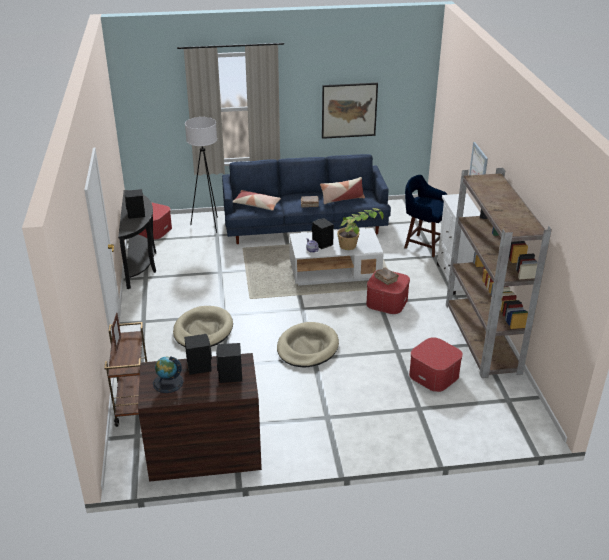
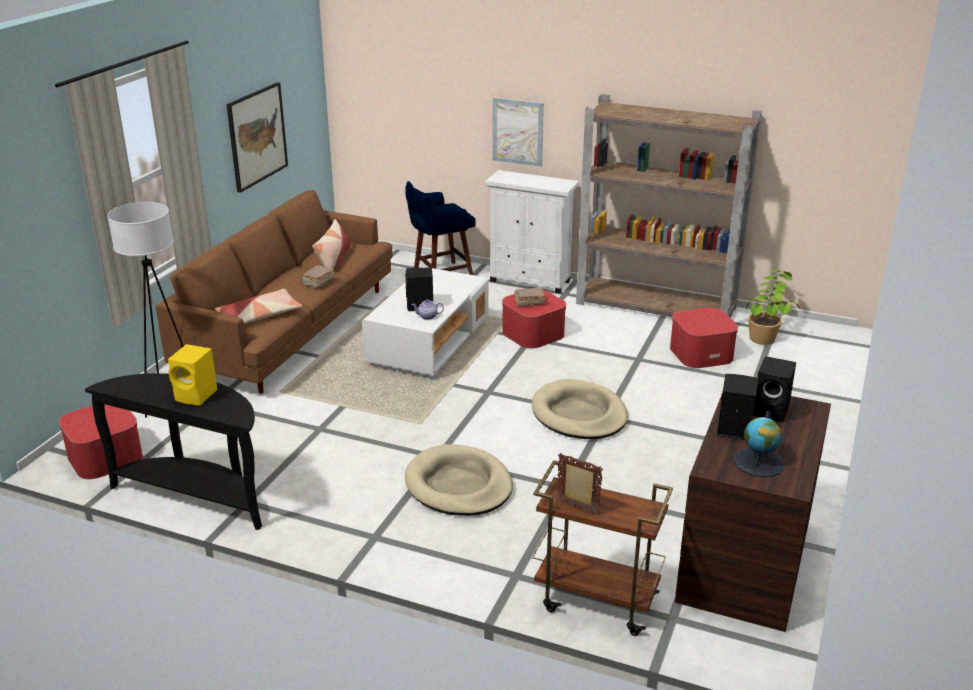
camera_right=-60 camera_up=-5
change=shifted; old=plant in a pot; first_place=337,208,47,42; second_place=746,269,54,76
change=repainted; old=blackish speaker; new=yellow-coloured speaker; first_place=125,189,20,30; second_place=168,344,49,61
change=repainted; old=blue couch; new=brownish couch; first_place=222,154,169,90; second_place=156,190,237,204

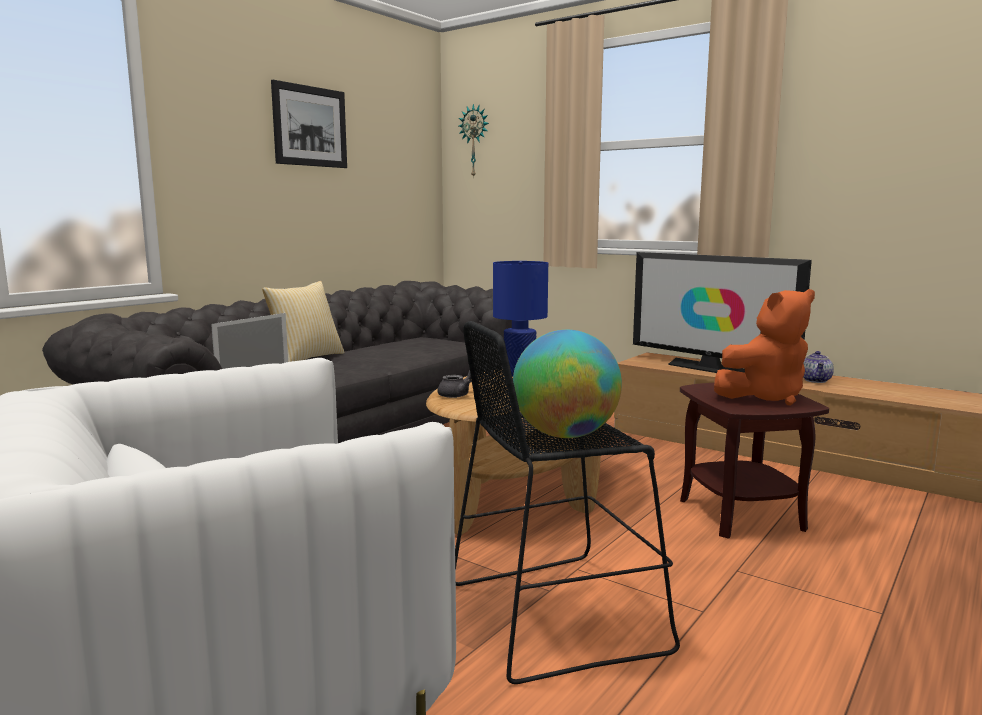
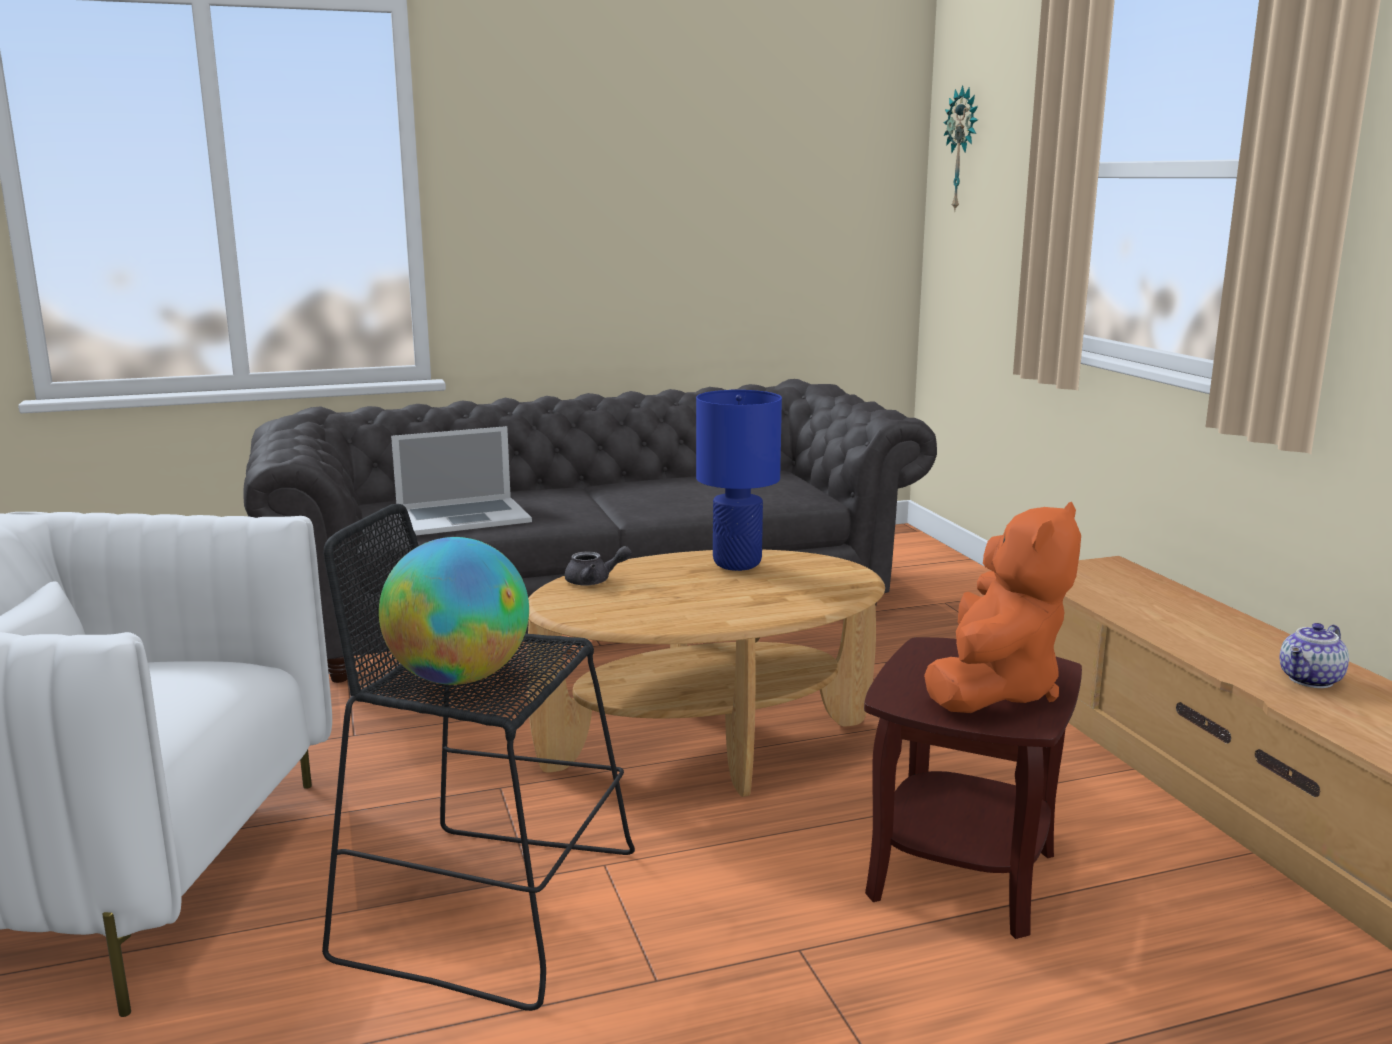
camera_right=35 camera_up=5
change=gone; old=throw pillow; first_place=262,281,83,81
change=gone; old=picture; first_place=271,80,76,88
change=gone; old=TV; first_place=633,252,179,121
change=rotated; old=orangey plush toy; first_place=714,289,101,117; second_place=924,502,157,211; degrees=-75

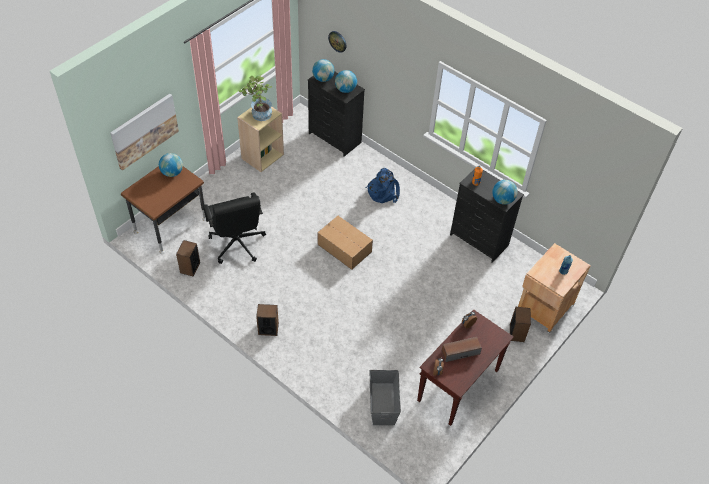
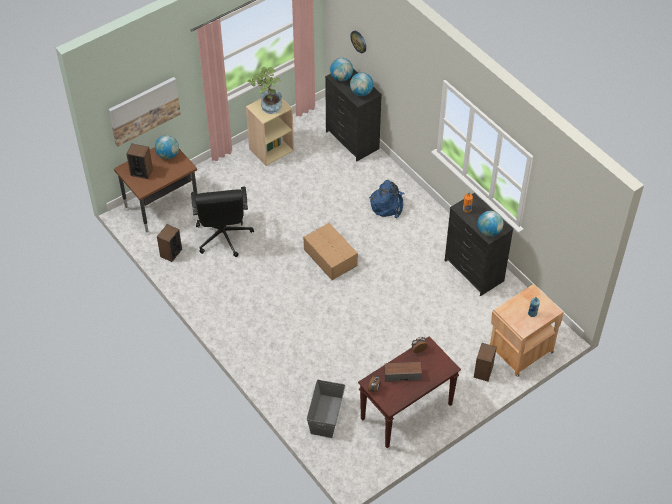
camera_right=15 camera_up=0
change=shifted; old=speaker; first_place=256,304,23,32; second_place=126,143,27,36

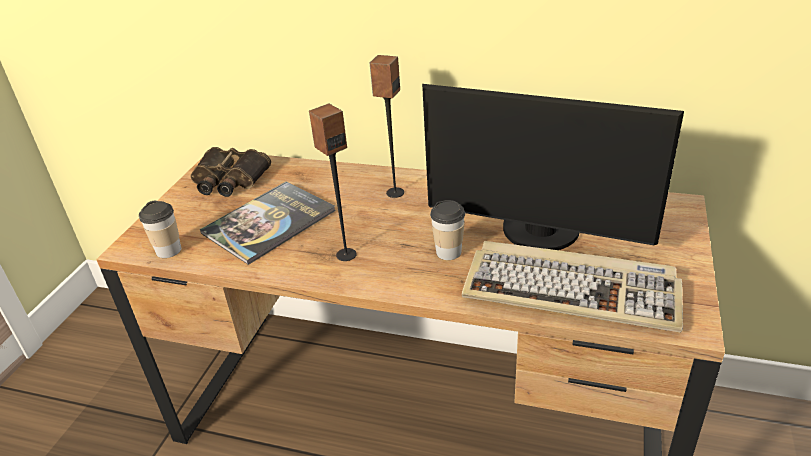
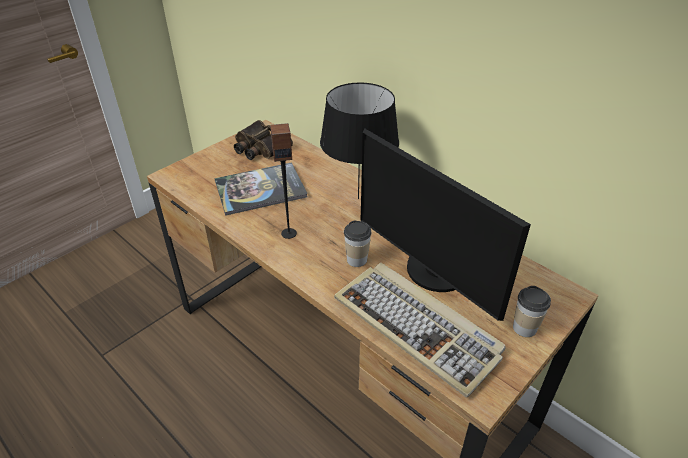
camera_right=25 camera_up=5
change=shifted; old=drinking cup; first_place=139,201,42,57; second_place=513,286,38,51
change=swapped; old=speaker; new=blackish tabletop lamp; first_place=370,55,34,143; second_place=320,83,79,116

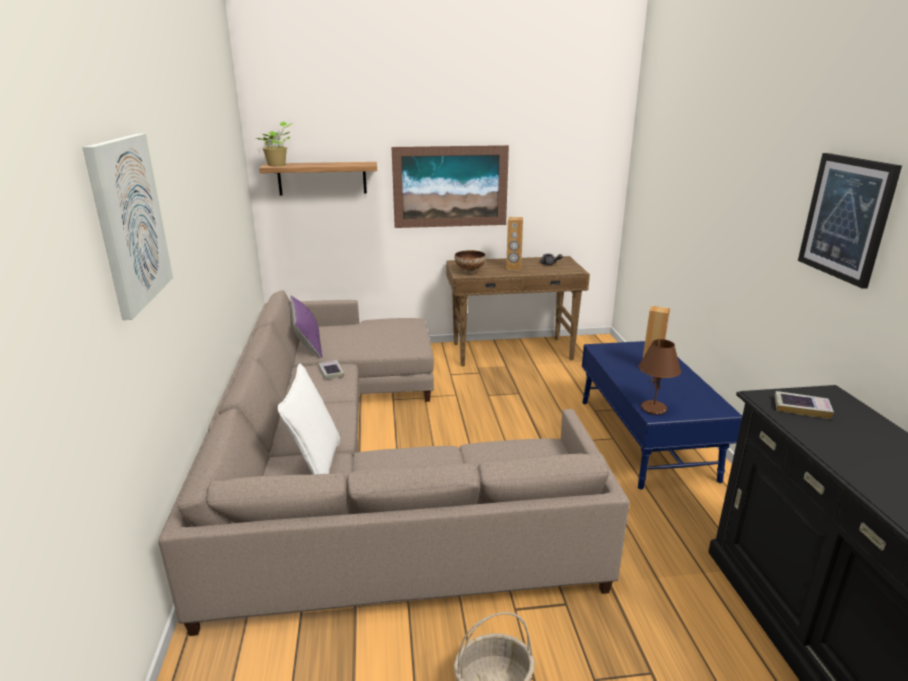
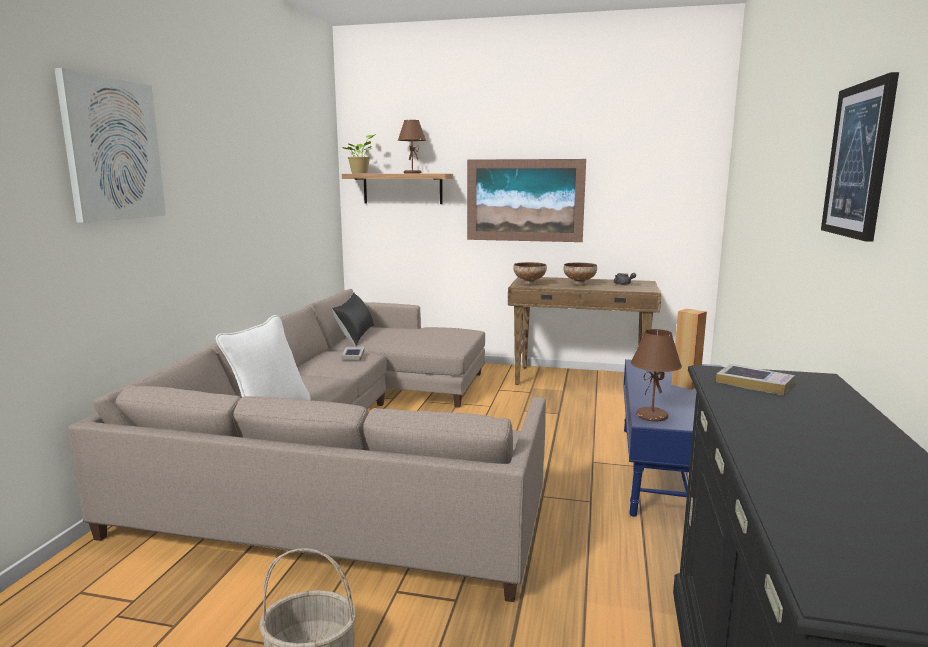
camera_right=20 camera_up=-10
change=new; new=brownish tabletop lamp; second_place=398,120,28,53
change=swapped; old=brownish speaker; new=deep dish; first_place=506,217,17,54; second_place=564,263,33,23
change=repainted; old=purple throw pillow; new=blackish throw pillow; first_place=290,296,32,62; second_place=332,292,42,54

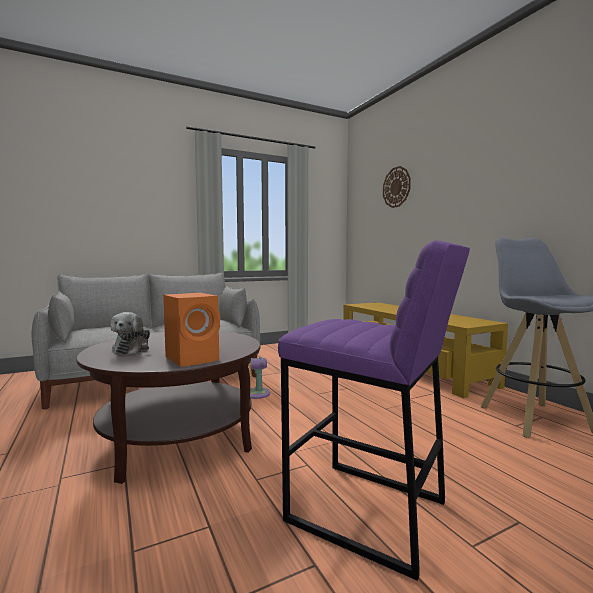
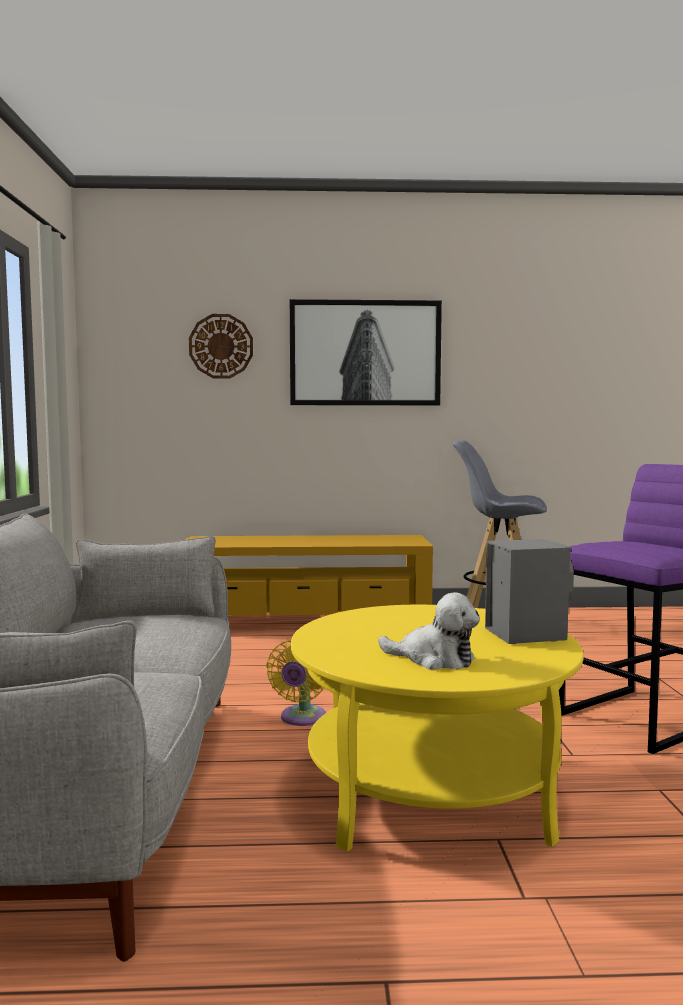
camera_right=-65 camera_up=0
change=new; new=picture; second_place=290,299,152,106
change=repainted; old=brownish lounge table; new=yellow-coloured lounge table; first_place=76,331,185,153; second_place=291,605,292,247
change=repainted; old=orangey speaker; new=greyish speaker; first_place=163,293,57,74; second_place=485,539,89,105

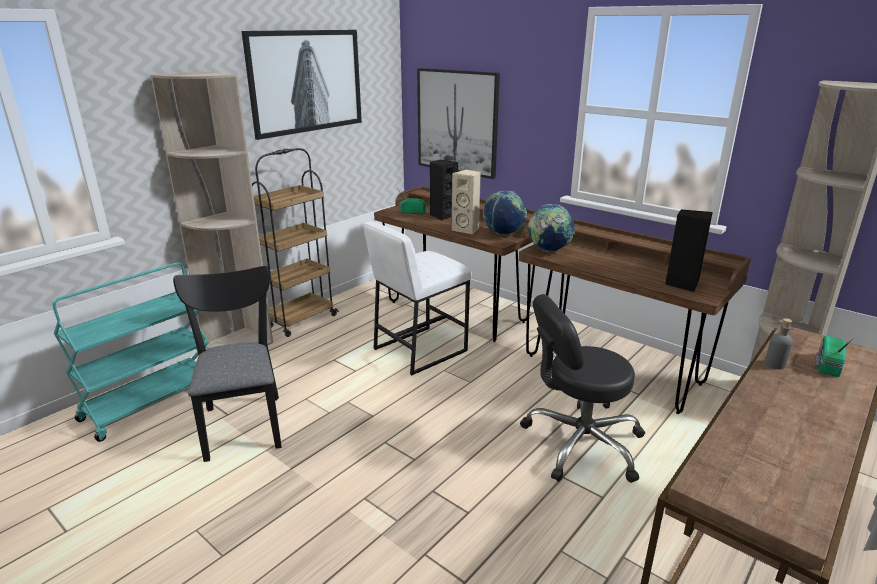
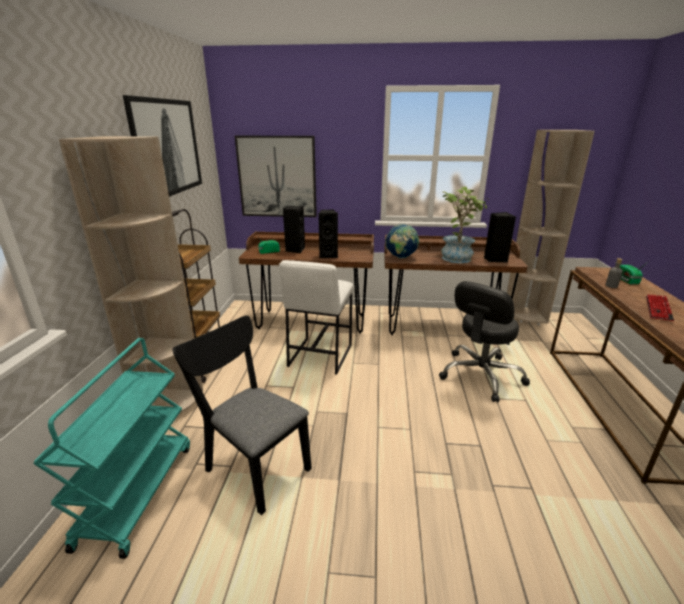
camera_right=-35 camera_up=0
change=gone; old=desk globe; first_place=483,191,44,44
change=new; new=plant in a pot; second_place=441,186,47,77
change=new; new=keyboard; second_place=646,294,28,27
change=repainted; old=beige-coloured speaker; new=blackish speaker; first_place=451,169,30,65; second_place=318,210,20,48

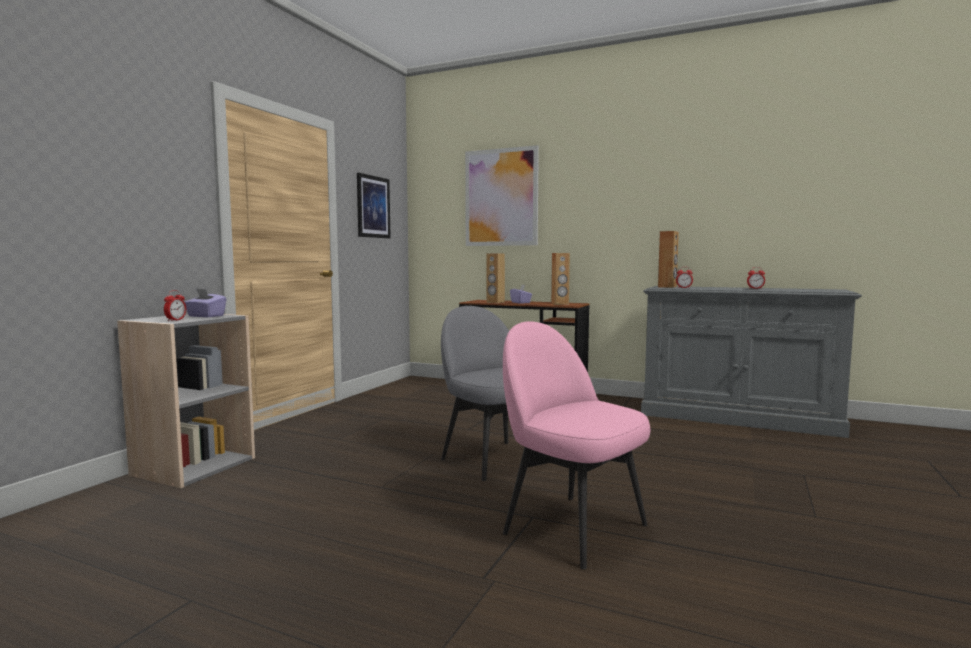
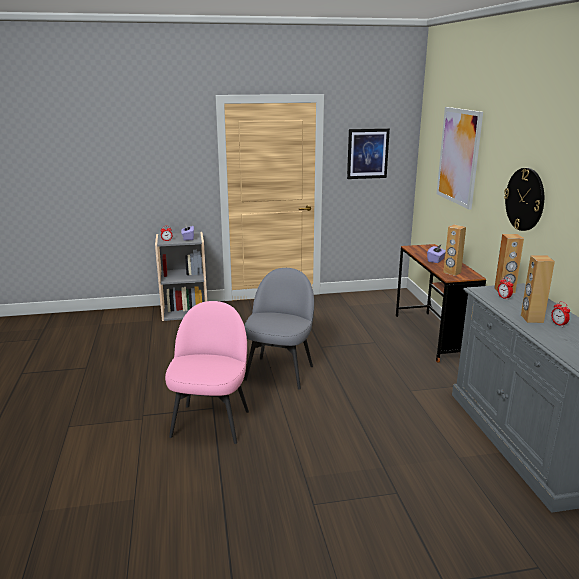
camera_right=55 camera_up=15
change=new; new=wall clock; second_place=504,168,40,63
change=shifted; old=brownish speaker; first_place=487,253,18,50; second_place=521,255,34,68

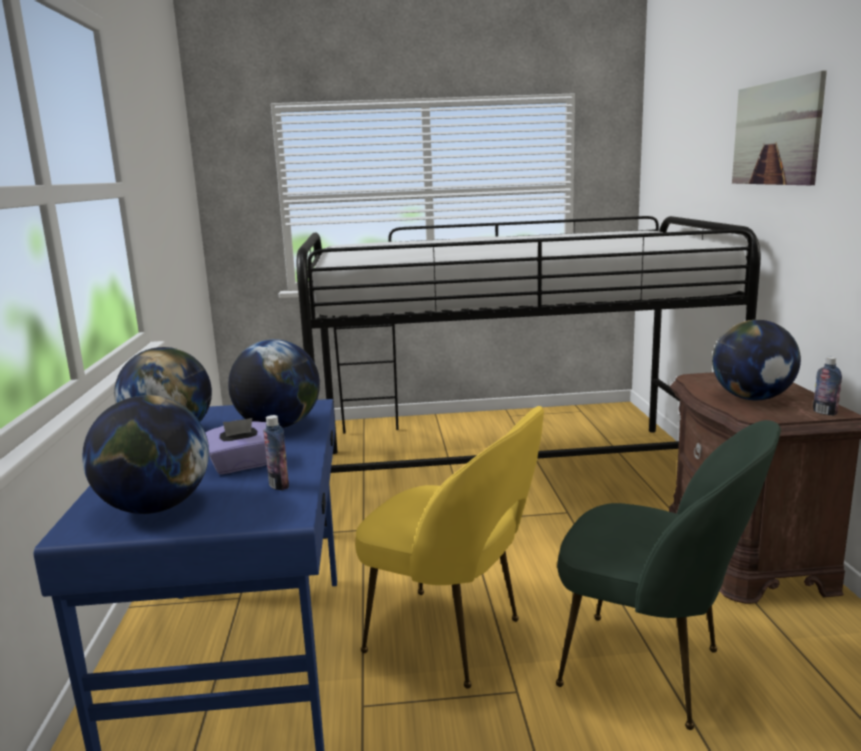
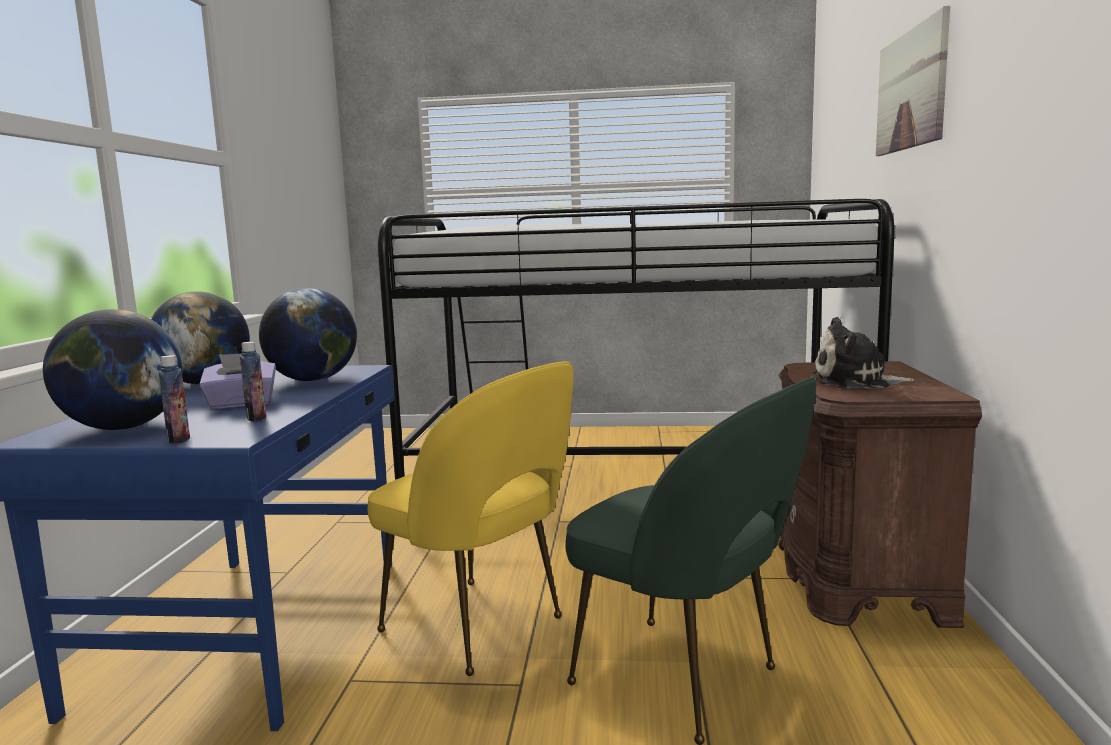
camera_right=10 camera_up=-5
change=shifted; old=drink bottle; first_place=813,357,29,59; second_place=159,355,31,89
change=swapped; old=desk globe; new=plush toy; first_place=712,320,89,80; second_place=813,317,101,71

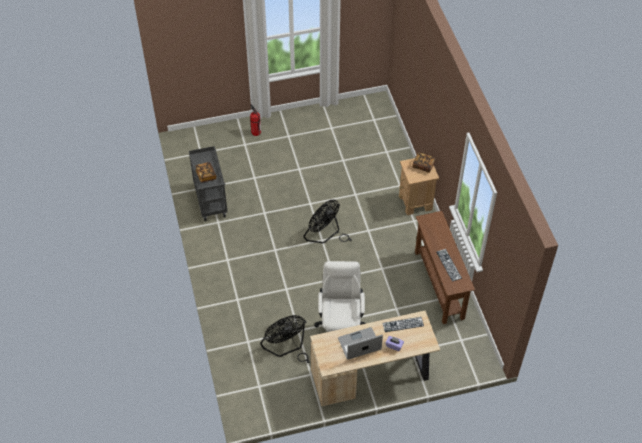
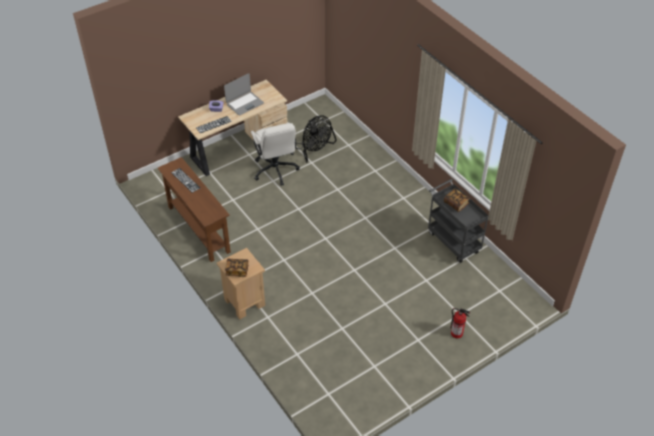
camera_right=160 camera_up=-5
change=gone; old=blackish cooling fan; first_place=304,200,48,43

